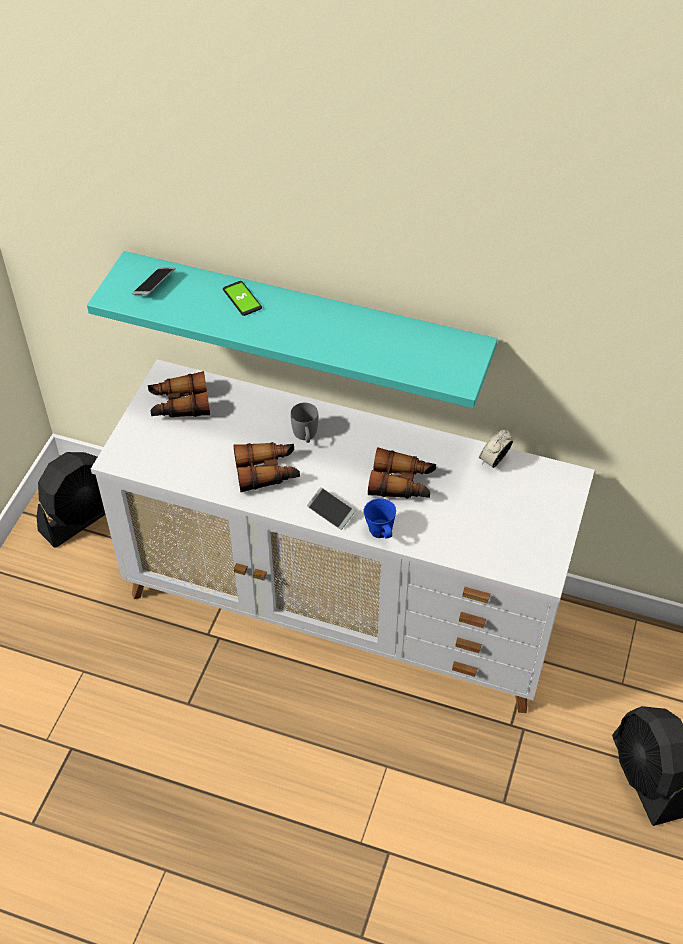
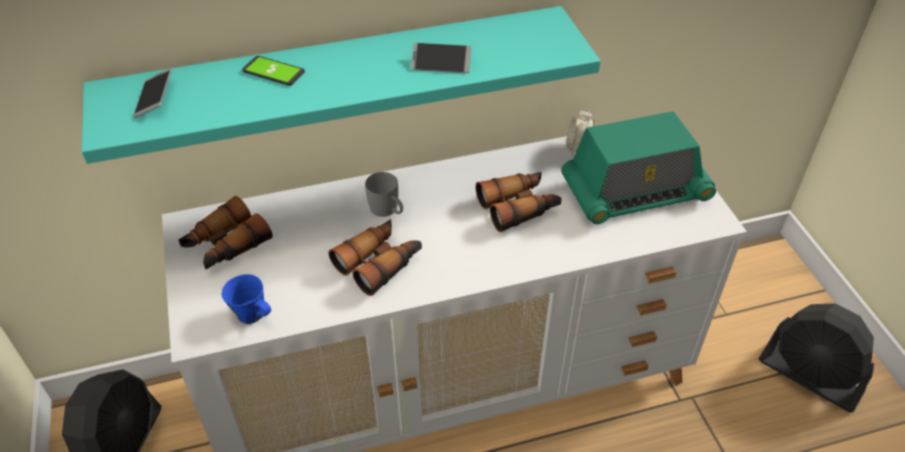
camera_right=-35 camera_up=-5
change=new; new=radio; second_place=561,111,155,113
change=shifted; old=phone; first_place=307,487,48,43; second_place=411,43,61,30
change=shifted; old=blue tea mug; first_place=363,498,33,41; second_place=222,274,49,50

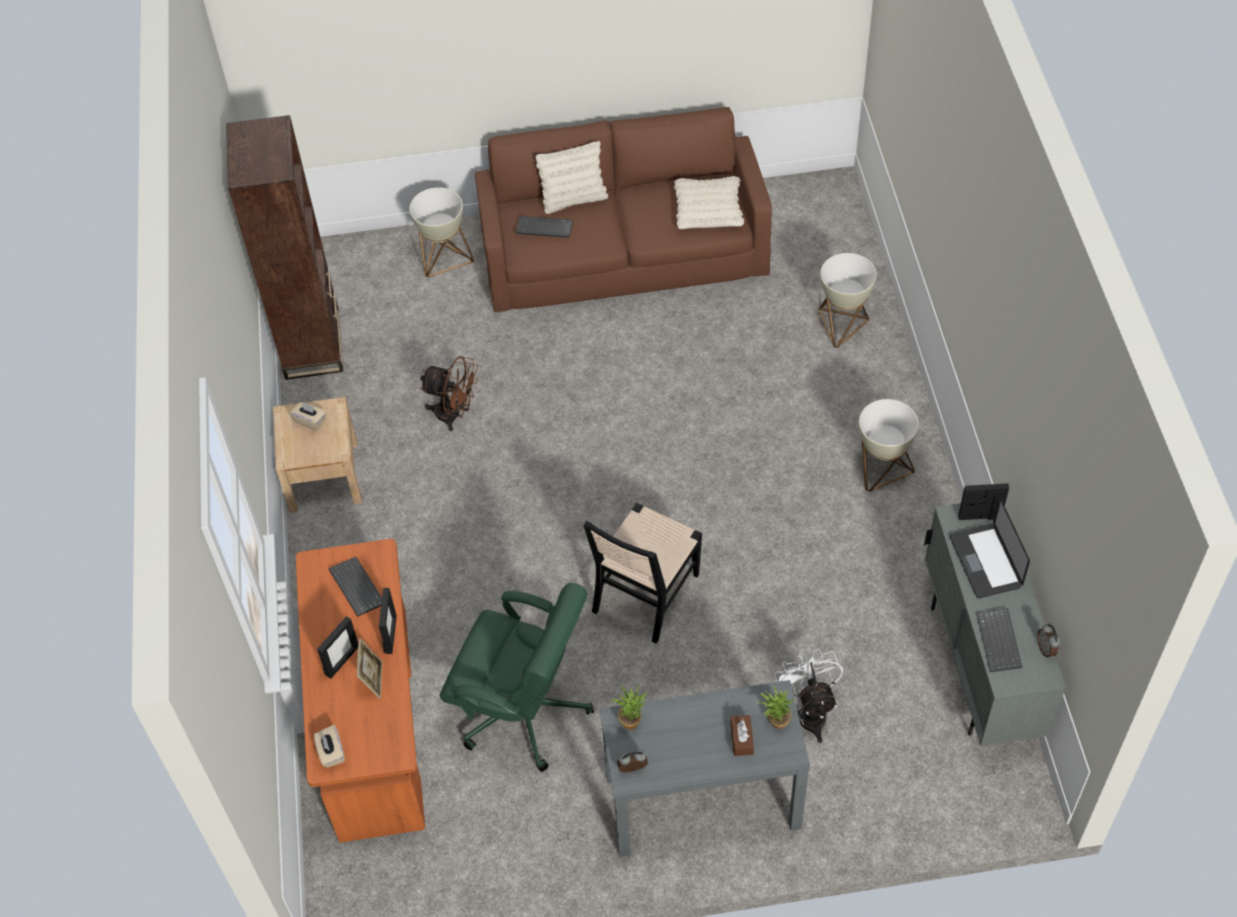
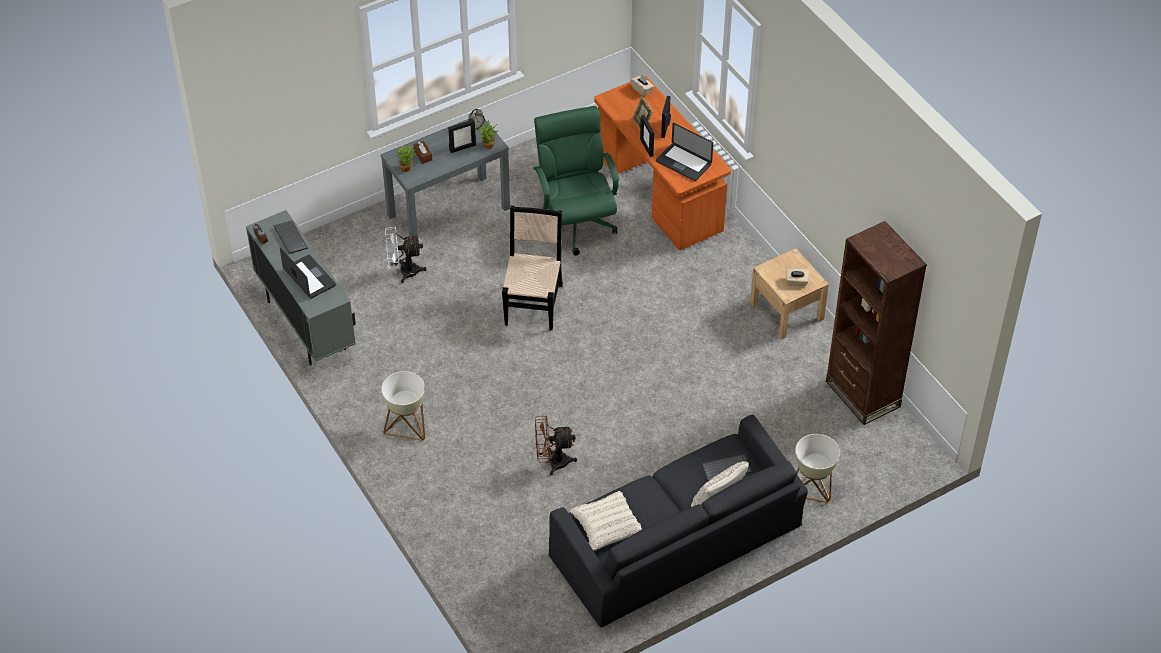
camera_right=155 camera_up=-5
change=gone; old=planter; first_place=819,253,58,95
change=shifted; old=brownish cooling fan; first_place=420,356,58,75; second_place=535,416,42,59
change=shifted; old=photo frame; first_place=958,483,51,37; second_place=448,120,28,33
change=swapped; old=keyboard; new=laptop; first_place=328,557,54,60; second_place=656,123,57,58
change=repainted; old=brownish couch; new=greyish couch; first_place=475,107,297,205; second_place=549,415,259,212
change=rotated; old=greenish desk chair; first_place=440,583,154,189; second_place=533,106,86,150; degrees=75
change=rotated; old=white cooling fan; first_place=774,648,69,95; second_place=385,226,42,57; degrees=120

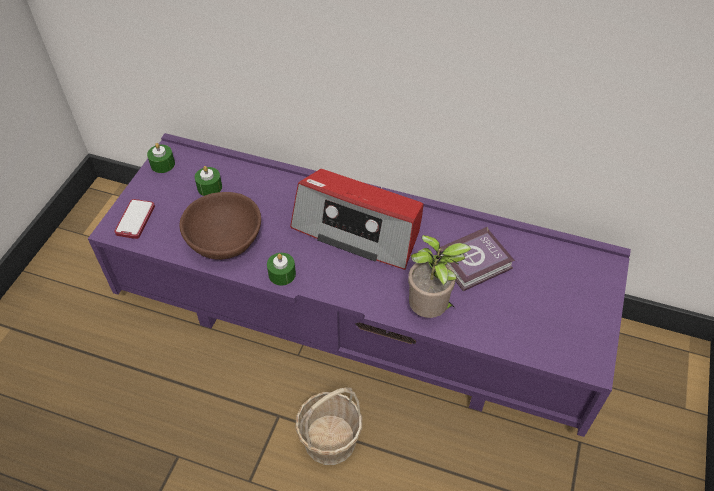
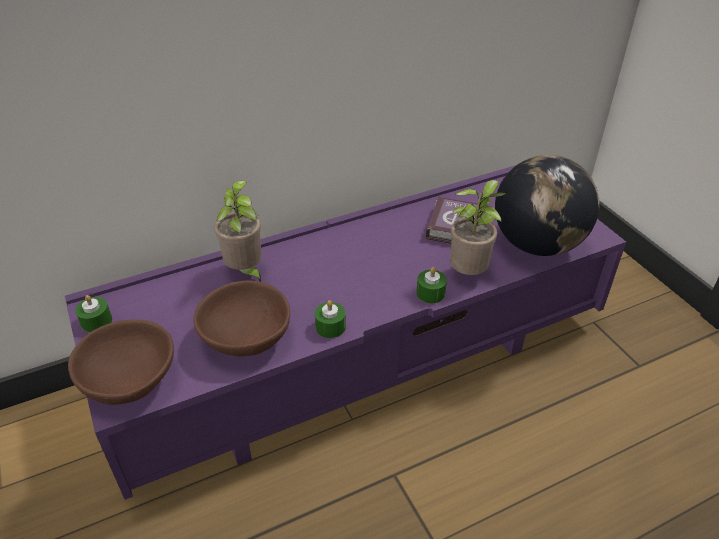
camera_right=-45 camera_up=-10
change=gone; old=radio; first_place=290,169,133,101
change=gone; old=storage basket; first_place=295,387,67,78
change=new; new=plant in a pot; second_place=215,181,47,101
change=new; new=desk globe; second_place=495,155,105,101
change=shifted; old=greenish wax light; first_place=195,166,27,30; second_place=416,267,31,36
change=swapped; old=phone; new=brownish deep dish; first_place=114,199,41,40; second_place=68,320,106,85

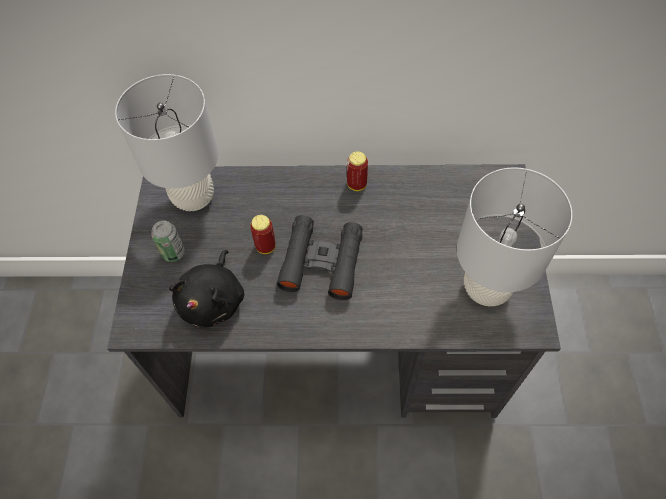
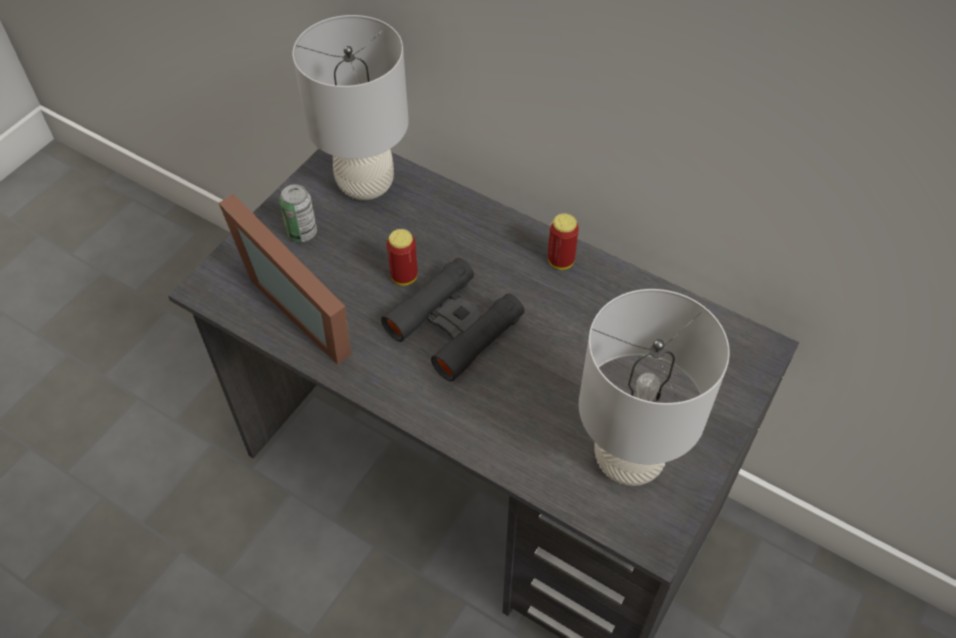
camera_right=30 camera_up=-5
change=swapped; old=blackish plush toy; new=photo frame; first_place=169,250,75,78; second_place=219,194,133,171

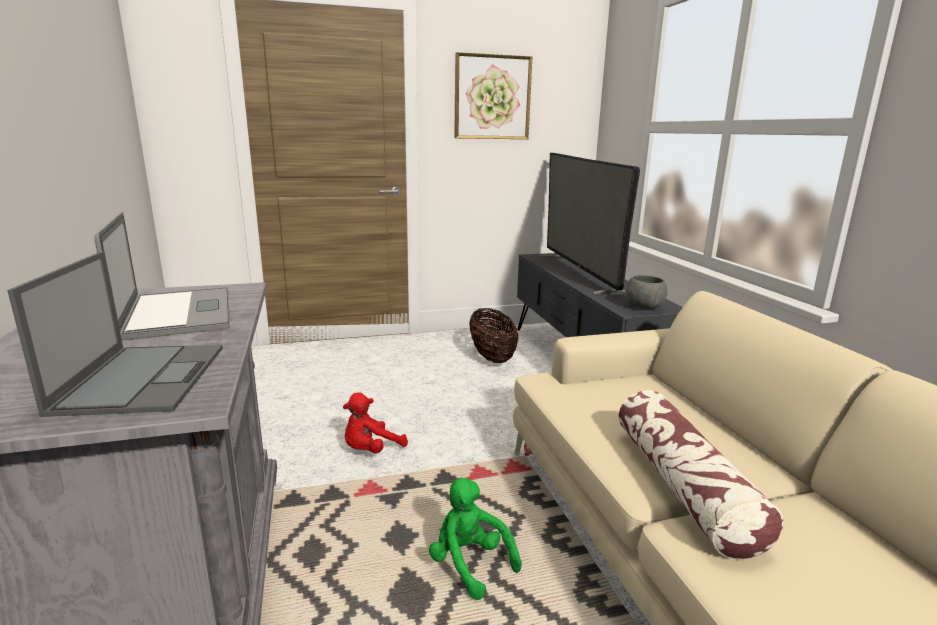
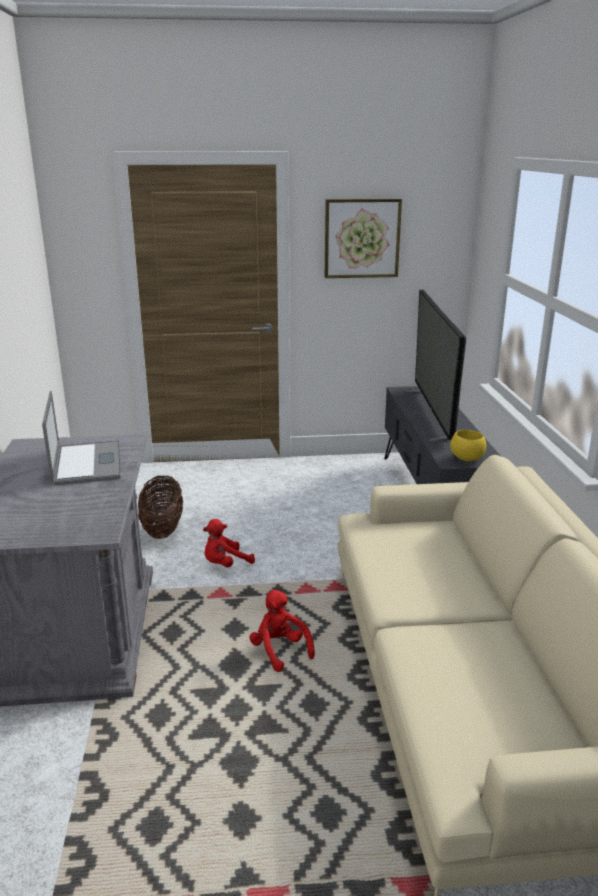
camera_right=10 camera_up=5
change=gone; old=laptop; first_place=7,251,216,166
change=gone; old=throw pillow; first_place=619,390,164,169
change=shifted; old=storage basket; first_place=469,308,50,55; second_place=138,475,45,64
change=repainted; old=greenish plush toy; new=red plush toy; first_place=429,478,93,122; second_place=249,590,66,82
change=repainted; old=greyish deep dish; new=yellow-coloured deep dish; first_place=625,275,42,35; second_place=450,430,36,31

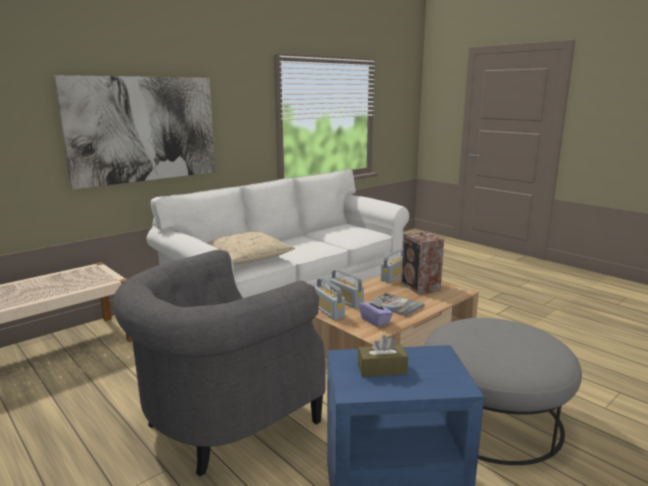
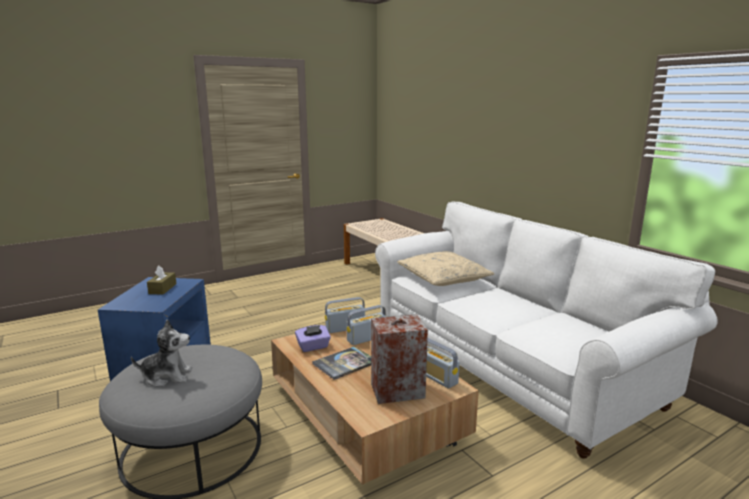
camera_right=100 camera_up=0
change=gone; old=picture; first_place=54,75,162,114
change=gone; old=greyish lounge chair; first_place=113,250,213,227
change=new; new=plush toy; second_place=131,319,61,68

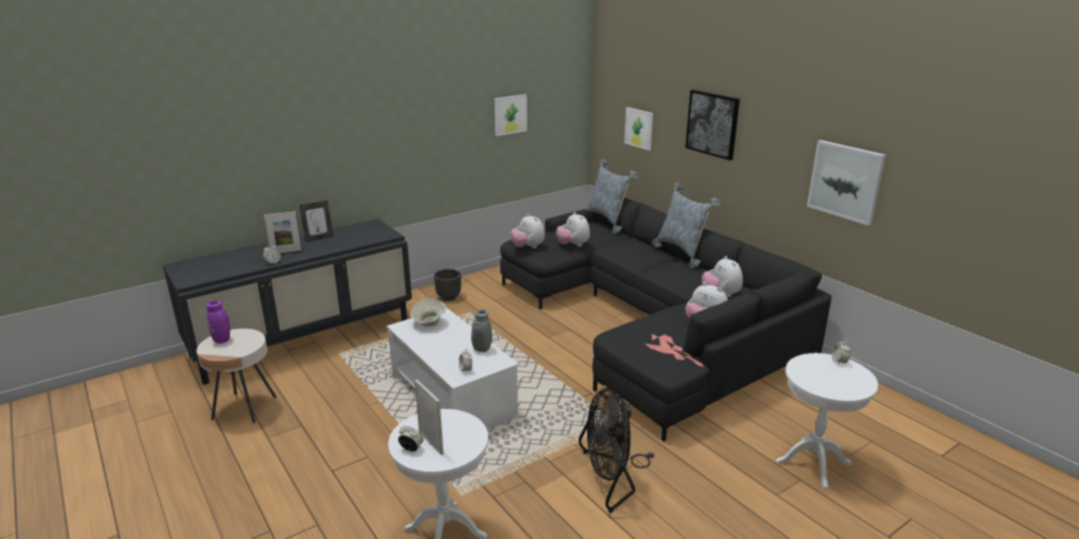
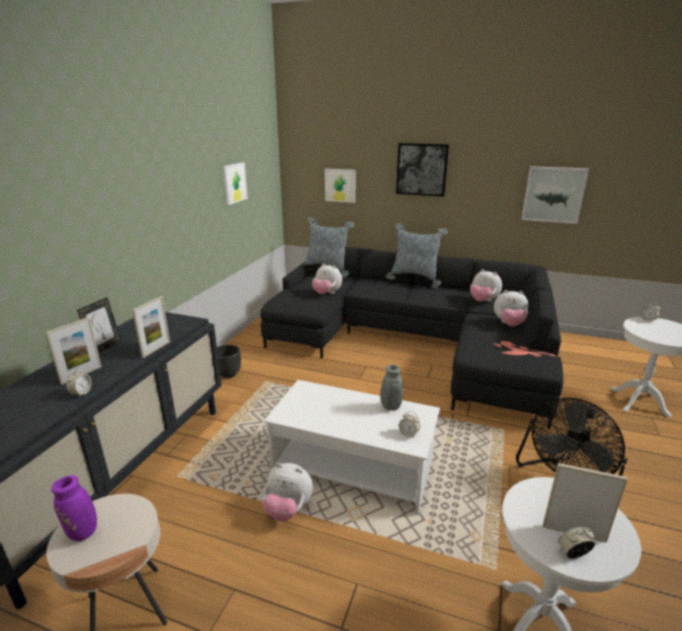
camera_right=-35 camera_up=0
change=gone; old=beige-coloured deep dish; first_place=410,299,36,28
change=new; new=photo frame; second_place=132,296,38,62
change=shifted; old=plush toy; first_place=510,214,35,34; second_place=263,463,50,58

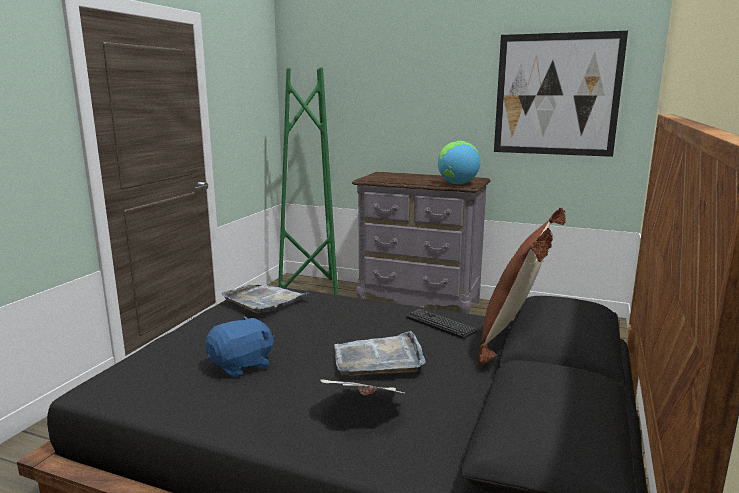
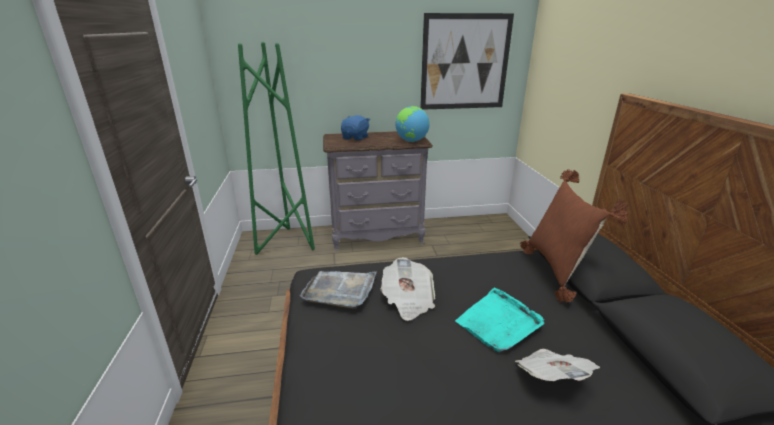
camera_right=-30 camera_up=10
change=gone; old=keyboard; first_place=406,309,71,30
change=new; new=newspaper; second_place=381,257,54,64
change=shifted; old=blue plush toy; first_place=205,316,69,62; second_place=341,115,29,26
change=repainted; old=greyish carrying tray; new=turquoise carrying tray; first_place=334,331,92,45; second_place=455,288,89,65

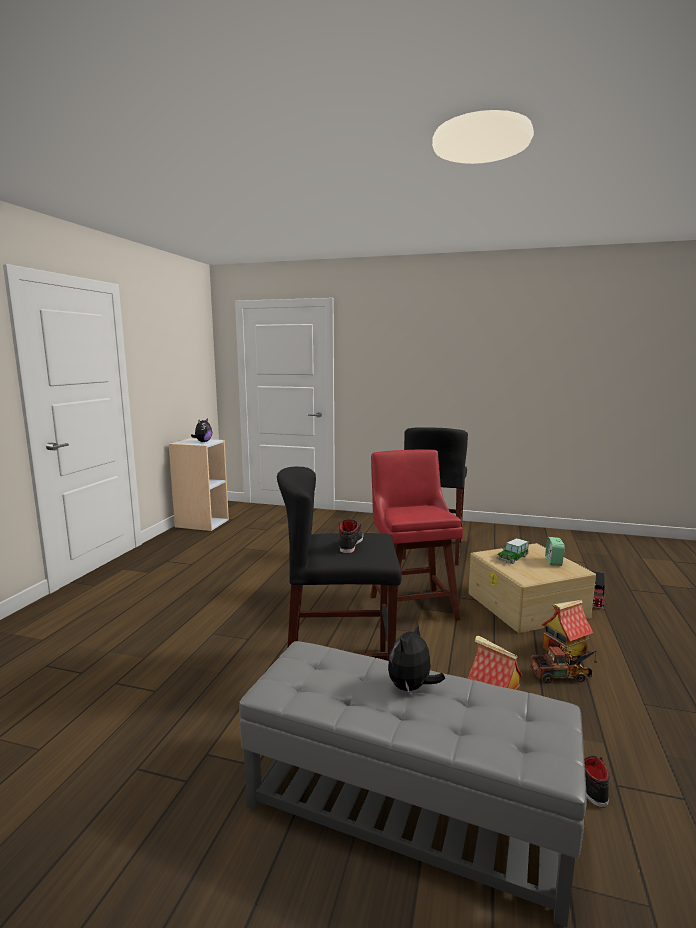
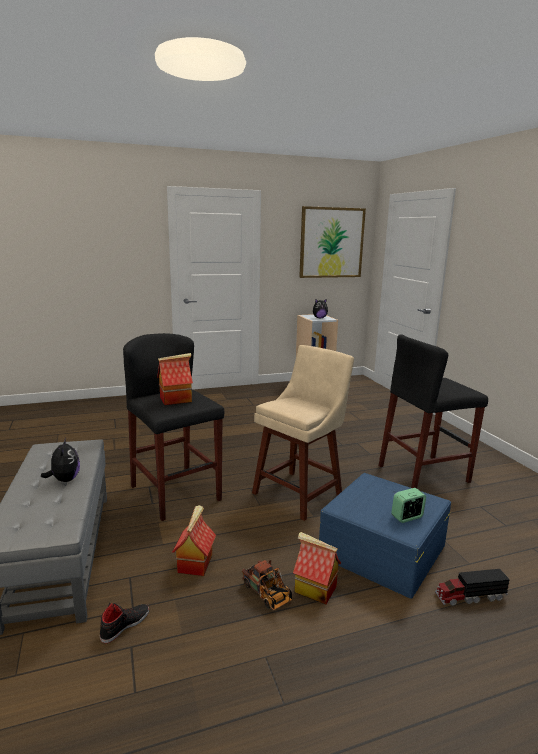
camera_right=55 camera_up=5
change=gone; old=miniature car; first_place=497,538,32,26
change=new; new=picture; second_place=299,206,67,72
change=swapped; old=blackish shoe; new=toy house; first_place=338,519,25,35; second_place=157,353,36,52
change=repainted; old=red upright chair; new=beige-coloured upright chair; first_place=370,450,93,171; second_place=252,345,102,176
change=repainted; old=beige-coloured storage bin; new=blue storage bin; first_place=468,543,128,90; second_place=319,473,132,126
change=rotated; old=plush toy; first_place=388,622,57,72; second_place=41,438,39,44; degrees=75

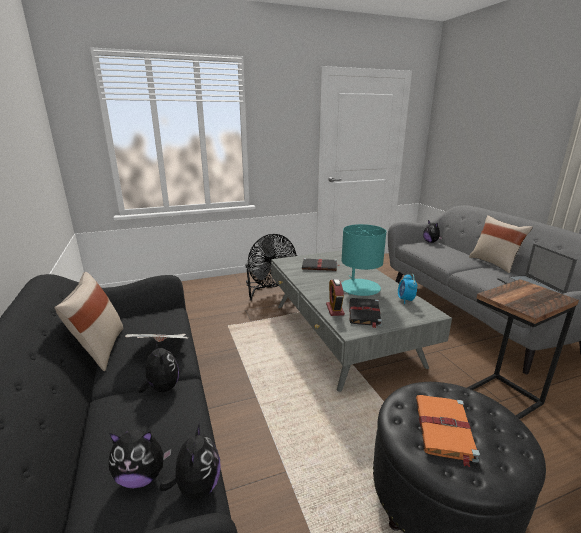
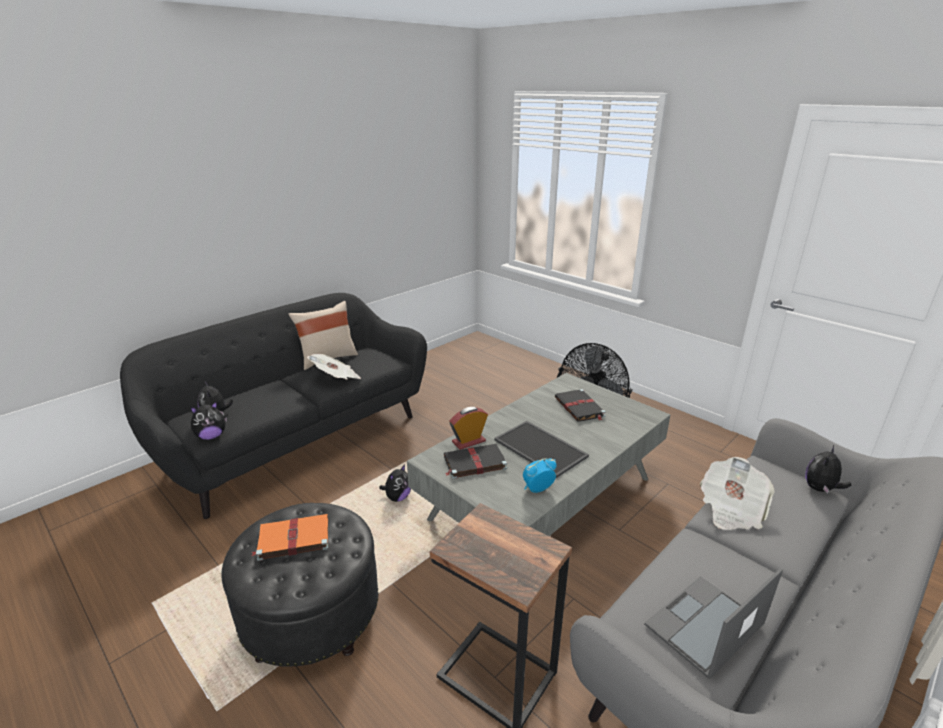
camera_right=65 camera_up=5
change=gone; old=beige-coloured throw pillow; first_place=469,215,64,58
change=new; new=newspaper; second_place=700,457,75,73
change=shifted; old=plush toy; first_place=137,341,42,52; second_place=379,464,32,38
change=swapped; old=turquoise tabletop lamp; new=carrying tray; first_place=341,224,45,72; second_place=494,421,95,57

